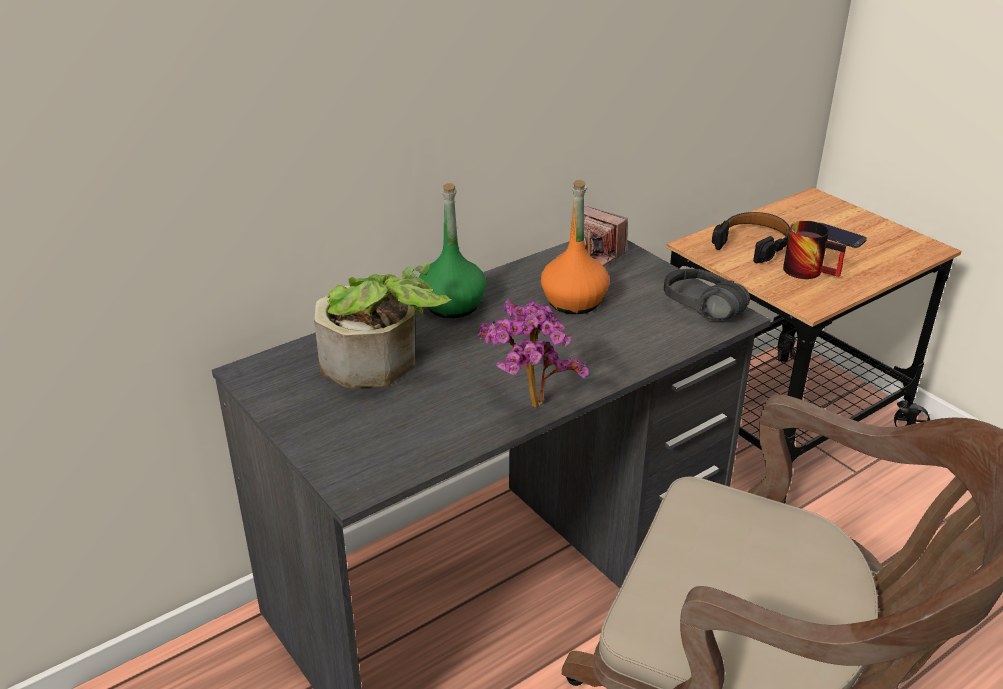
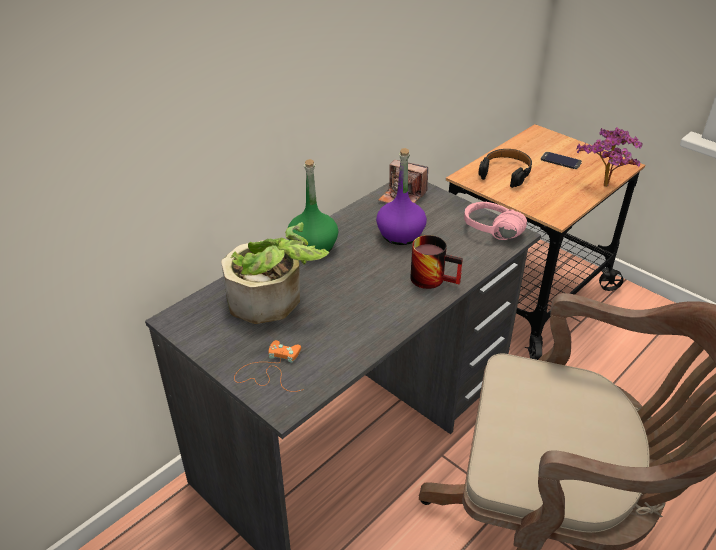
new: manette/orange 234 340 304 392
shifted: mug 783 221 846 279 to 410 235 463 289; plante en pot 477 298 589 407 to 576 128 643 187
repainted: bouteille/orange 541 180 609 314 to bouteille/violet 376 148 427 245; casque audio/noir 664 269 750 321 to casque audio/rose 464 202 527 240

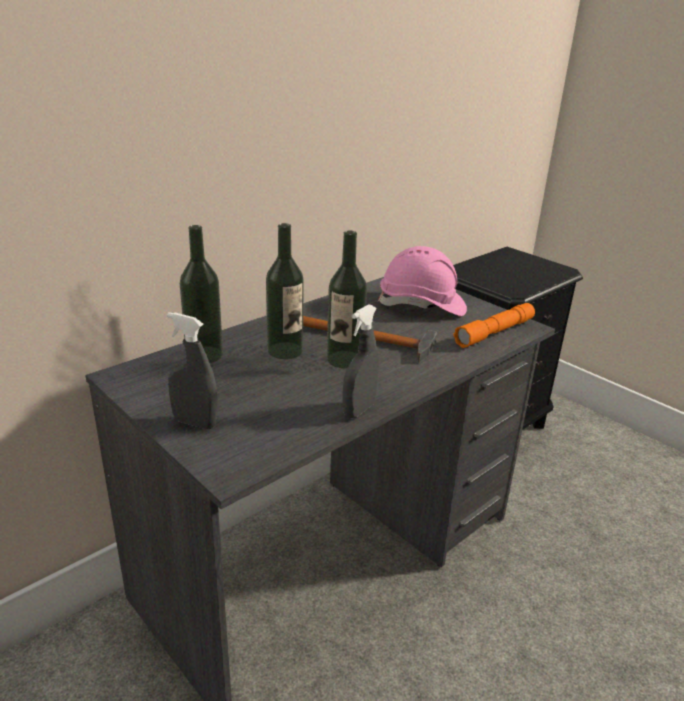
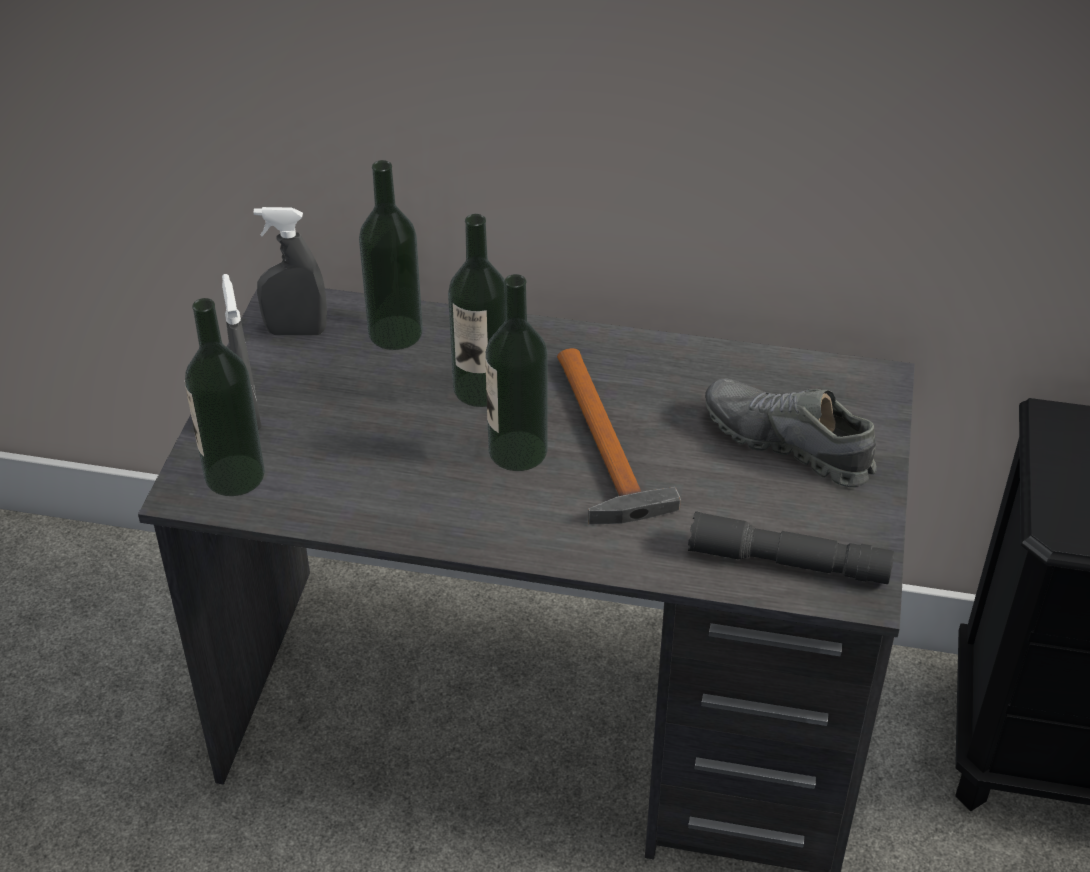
new: bouteille 185 298 265 496
shifted: vaporisateur/gris 343 304 379 418 to 254 207 327 336
swapped: casque de chantier/rose 378 246 467 316 to chaussure/gris 705 379 877 487
repainted: lampe de poche/orange 454 303 535 348 to lampe de poche/gris 688 511 894 584

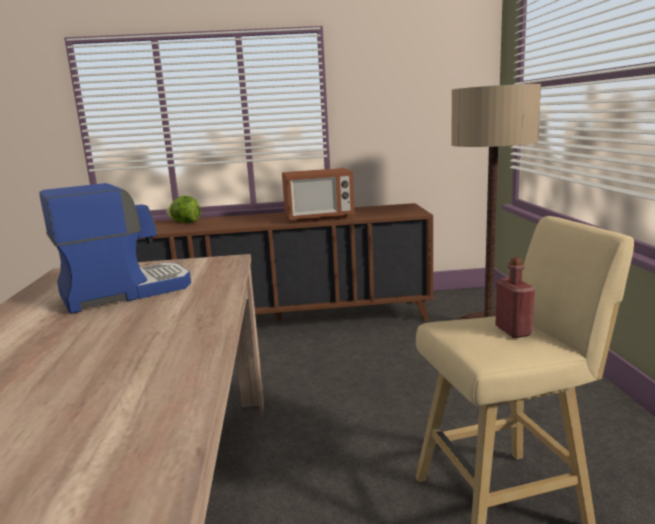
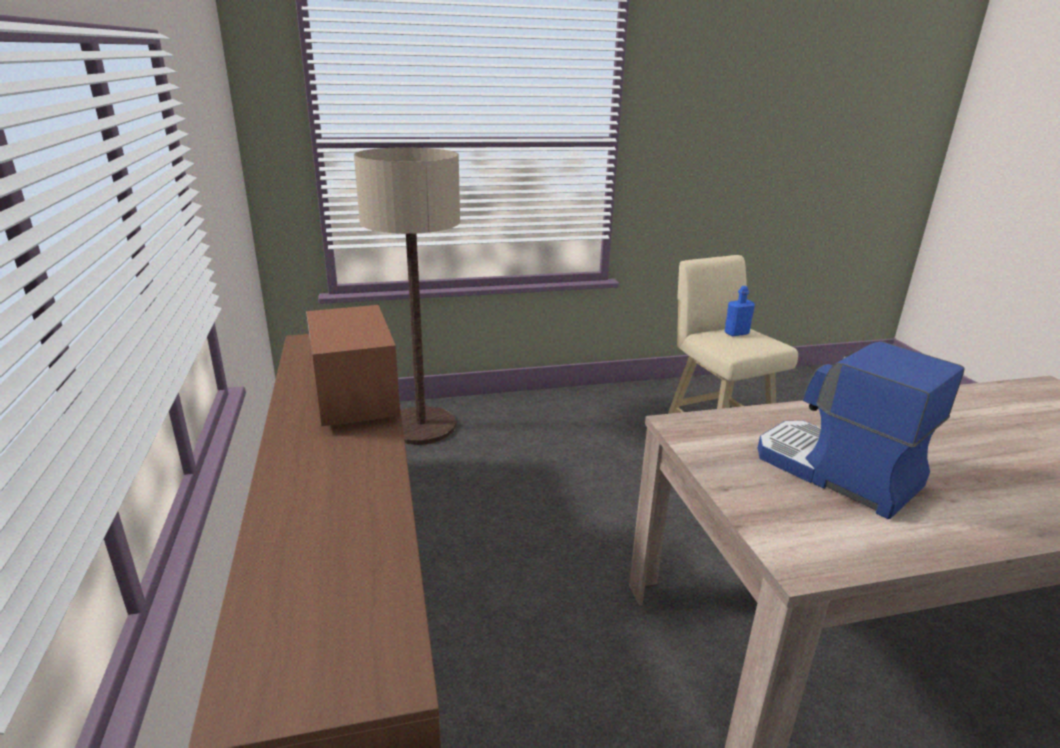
gone: laitue 167 196 201 223
repainted: bouteille/rouge 496 257 535 338 to bouteille/bleu 725 286 755 336

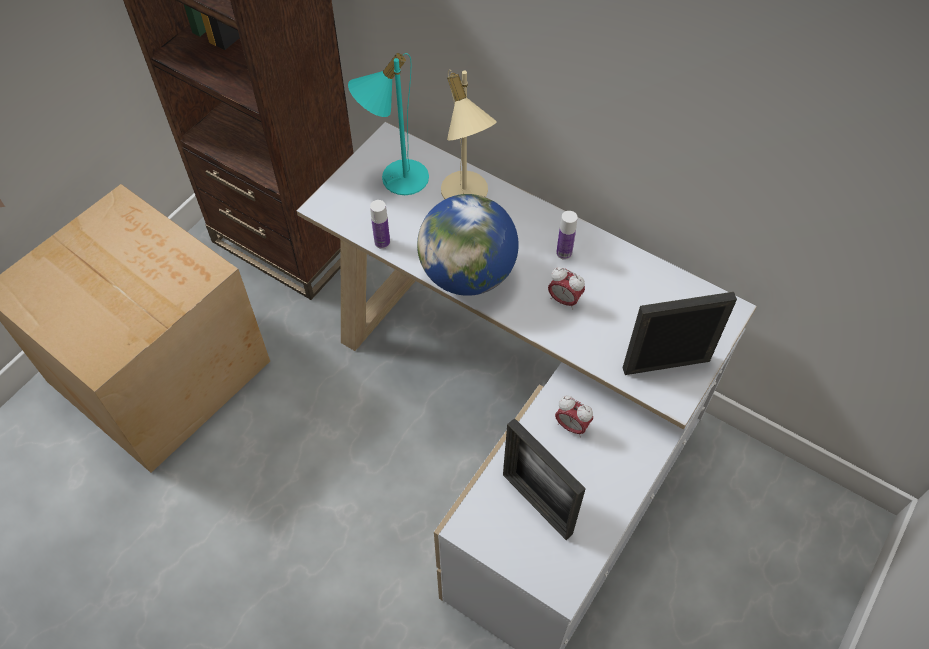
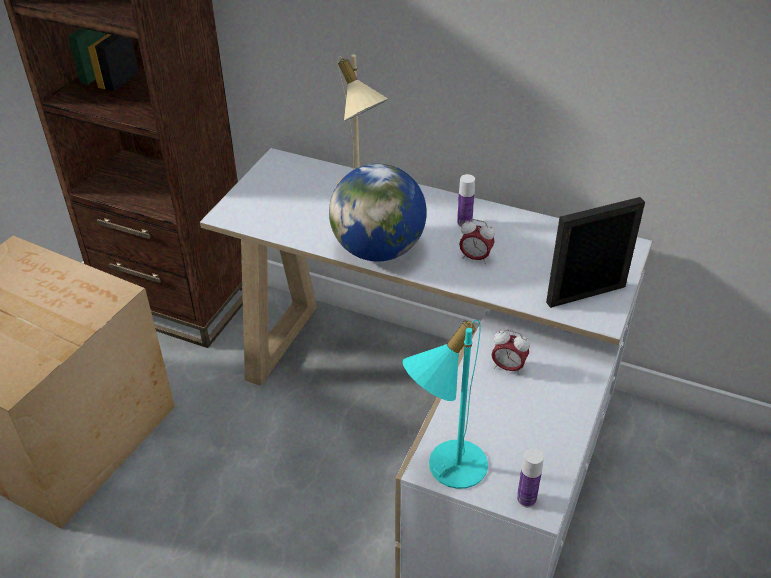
gone: cadre photo 503 418 586 540
shifted: lampe de table/turquoise 348 53 429 195 to 402 320 488 489; bouteille 370 200 390 249 to 517 448 544 507

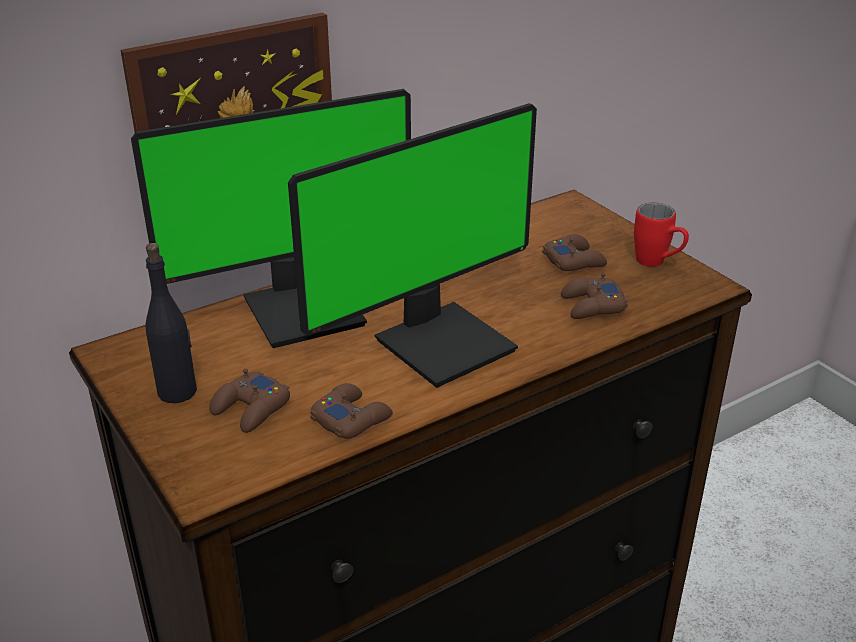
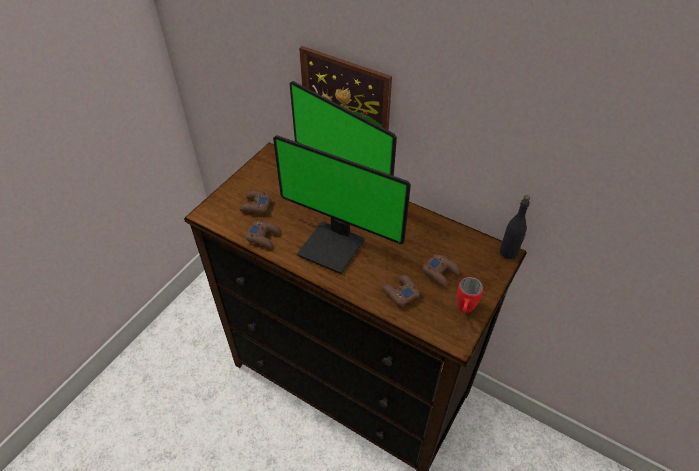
shifted: bouteille/noir 145 243 197 403 to 500 195 530 259

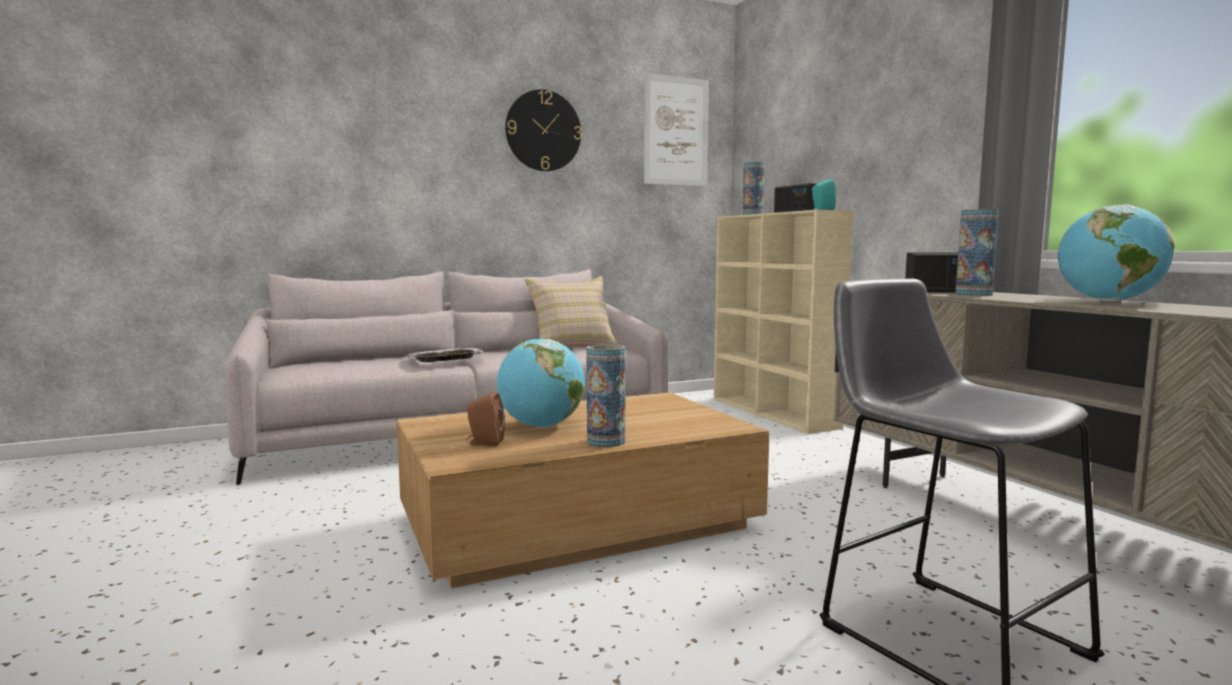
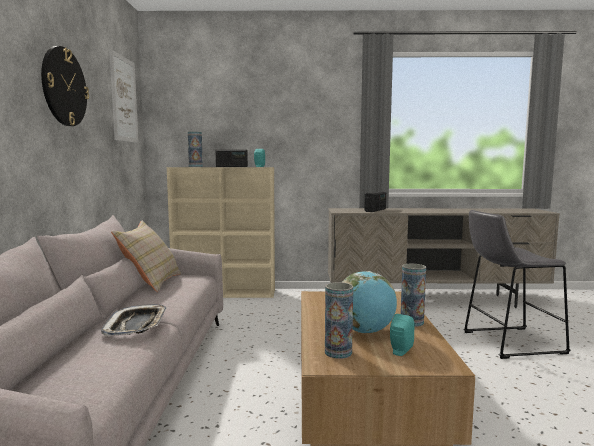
gone: globe 1058 204 1175 301
shifted: vase 955 209 999 296 to 325 282 353 359
repainted: enceinte/marron 466 391 505 446 to enceinte/turquoise 390 314 414 356

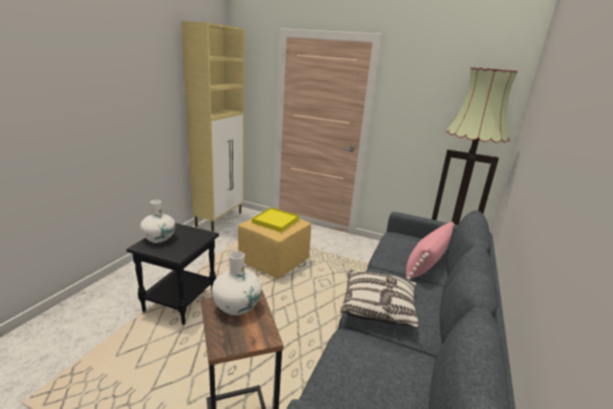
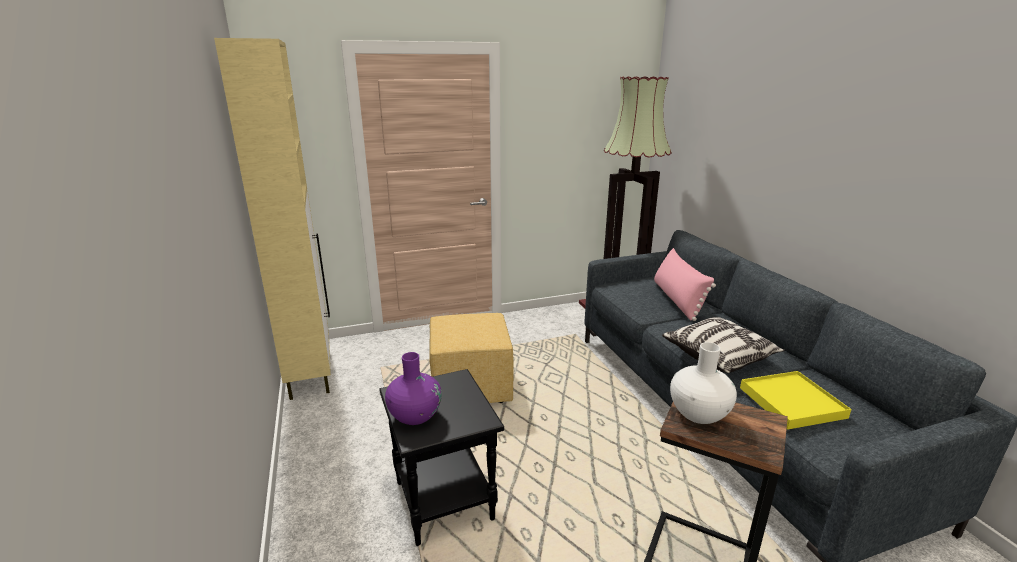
shifted: plateau/jaune 252 207 299 232 to 740 371 851 430
repainted: vase/blanc 140 200 176 243 to vase/violet 385 352 442 425

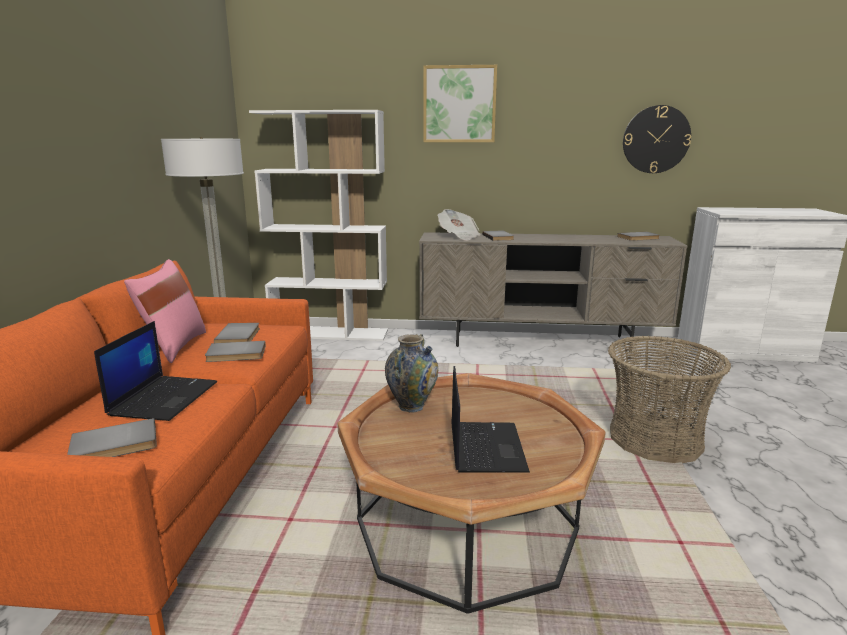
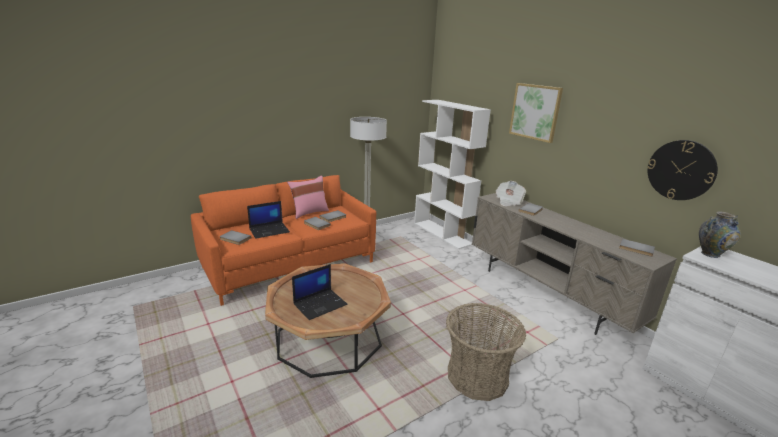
shifted: vase 385 334 438 413 to 699 211 740 258

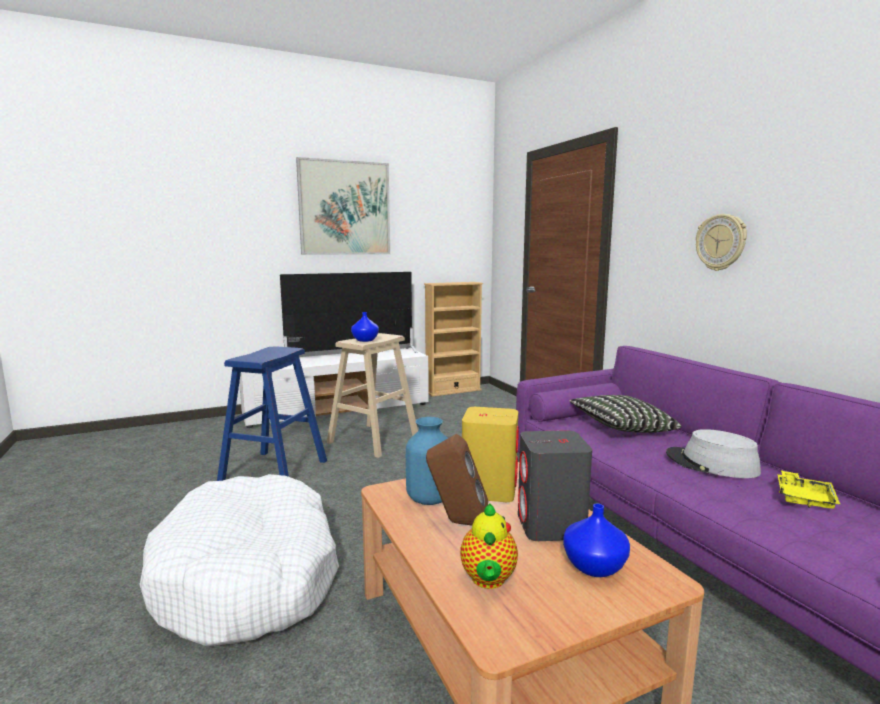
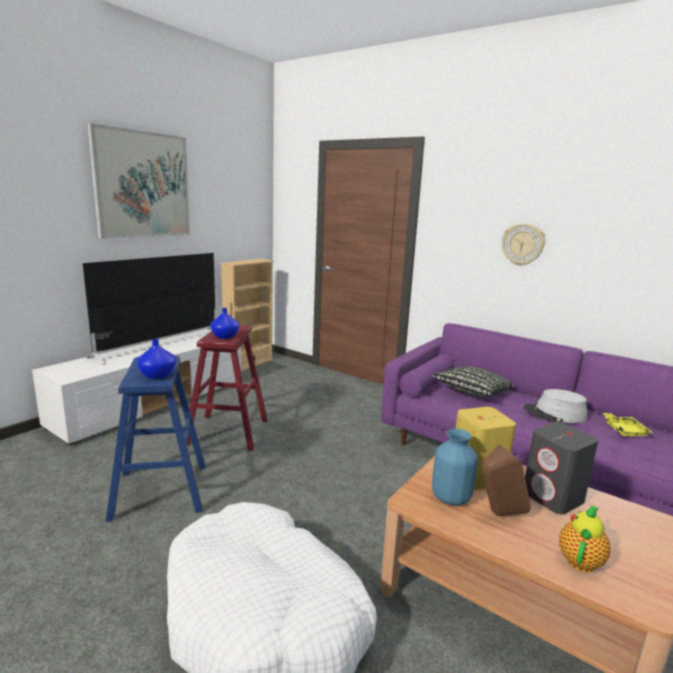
shifted: vase/bleu 563 503 630 577 to 137 339 176 379
repainted: tabouret/beige 327 333 418 458 to tabouret/rouge 187 325 268 451
rotated: théière 460 503 518 589 = 559 506 611 572 120 degrees counterclockwise

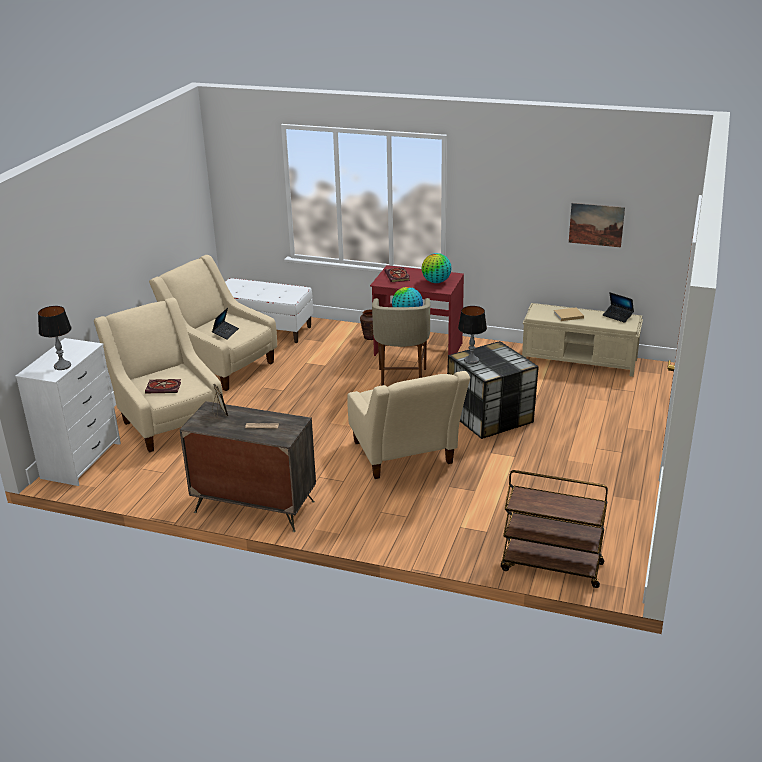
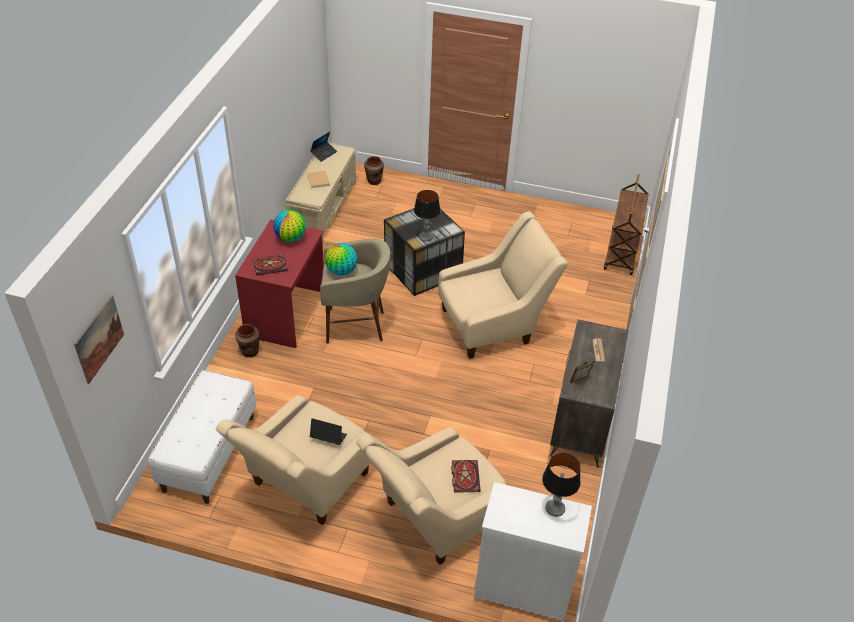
new: vase/marron 364 156 384 185
shifted: tableau 569 203 625 247 to 74 295 124 384

